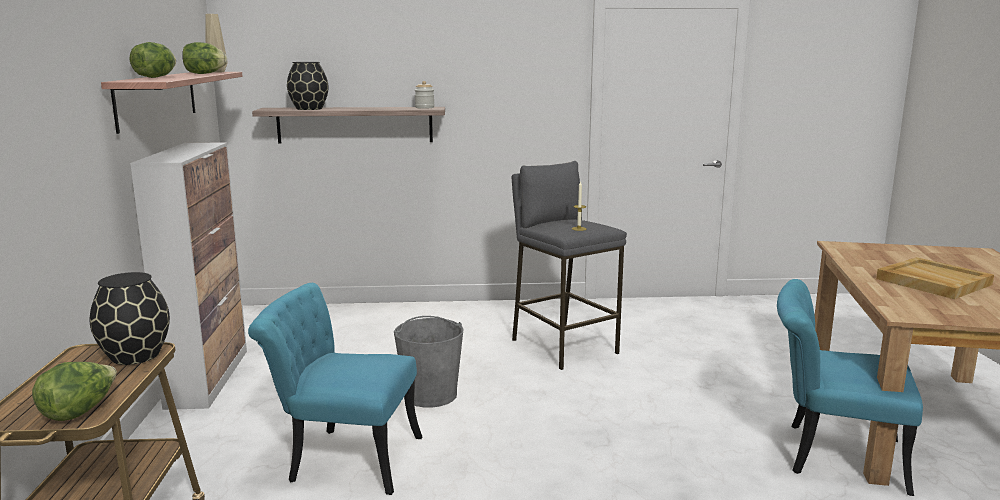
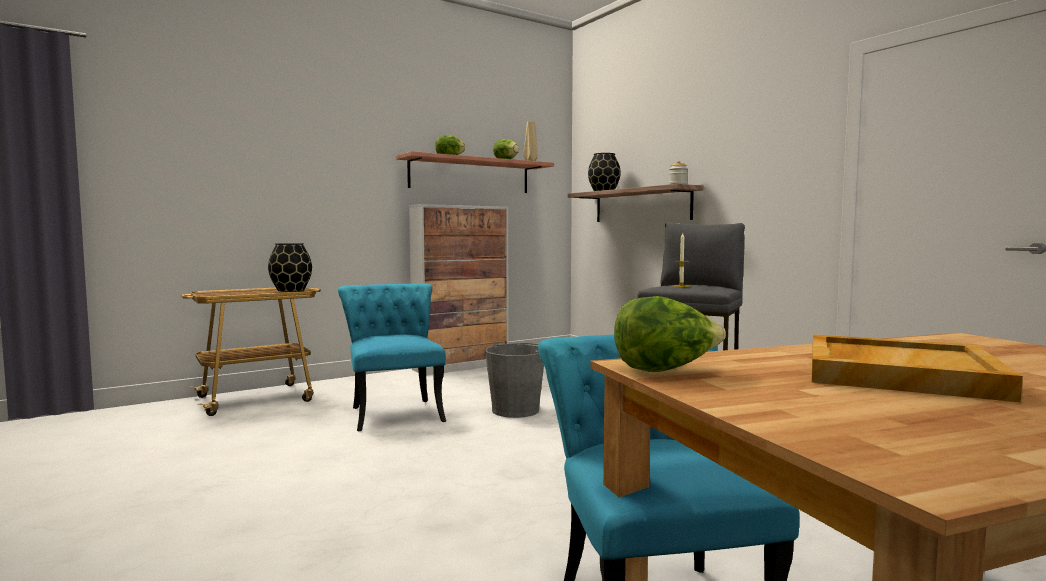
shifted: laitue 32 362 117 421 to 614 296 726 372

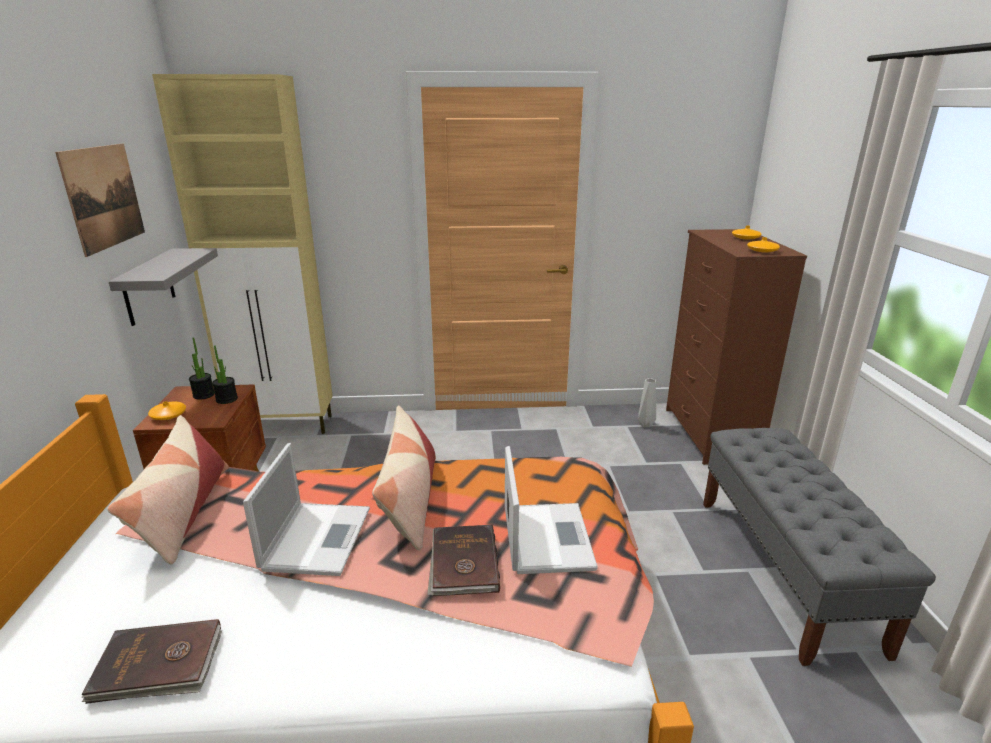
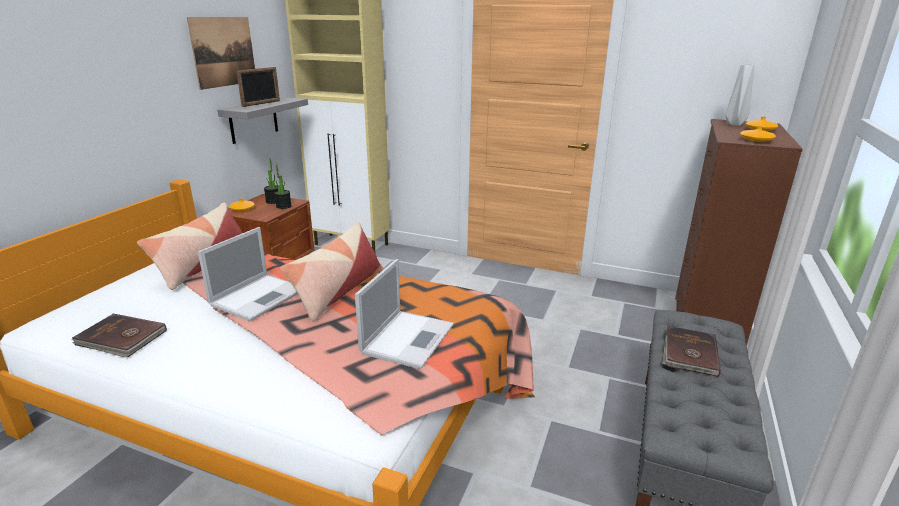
new: cadre photo 236 67 280 107
shifted: vase/gris 638 378 656 427 to 725 64 755 126; livre/marron 427 525 500 596 to 662 326 721 377

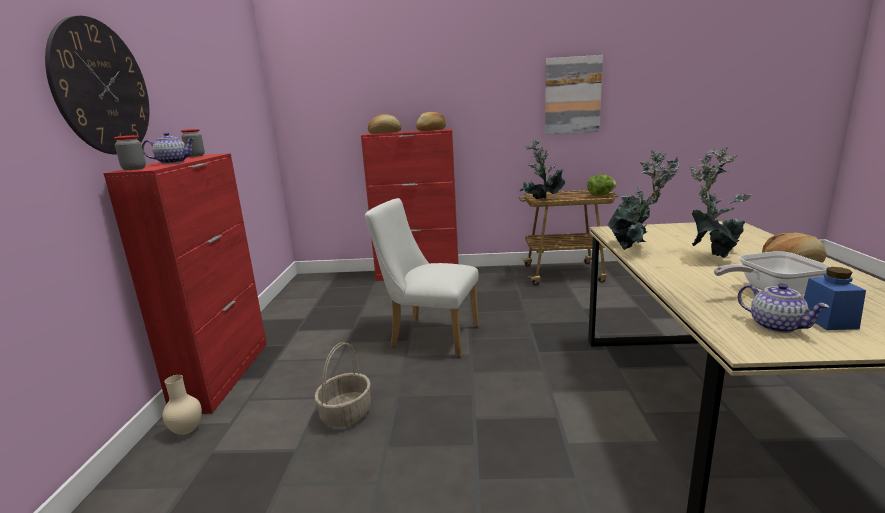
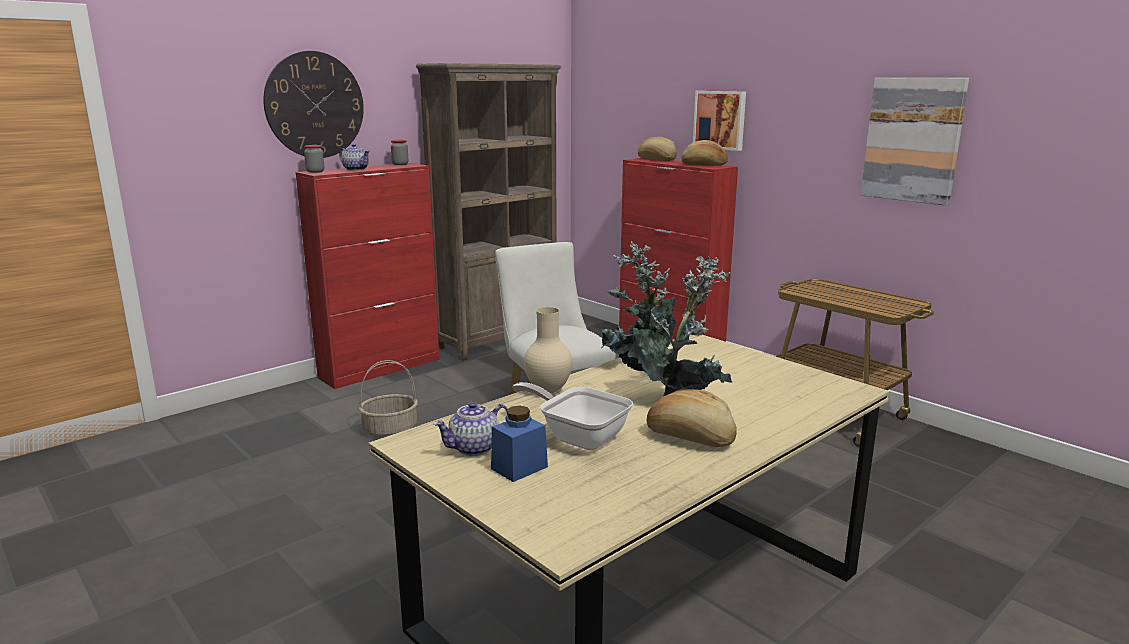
gone: plante en pot 520 139 565 199; laitue 587 174 616 196
new: bibliothèque/marron 416 63 561 361; tableau 693 91 746 151
shifted: vase/beige 162 375 202 435 to 524 307 572 393
rotated: théière 738 283 830 333 = 433 402 508 456 45 degrees clockwise

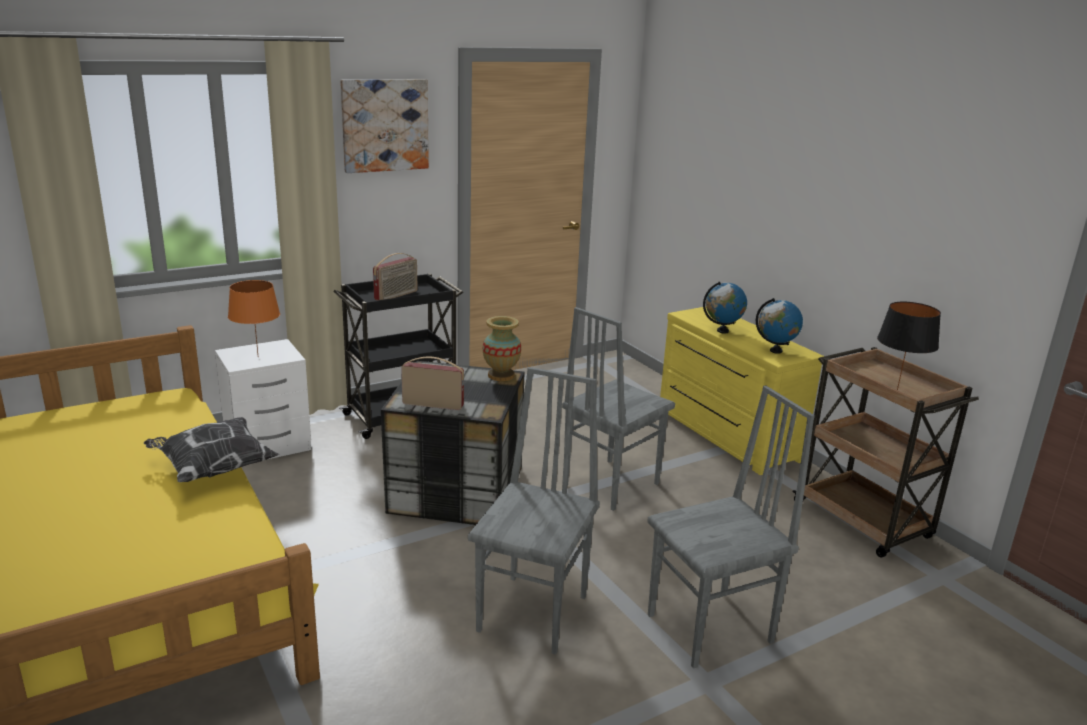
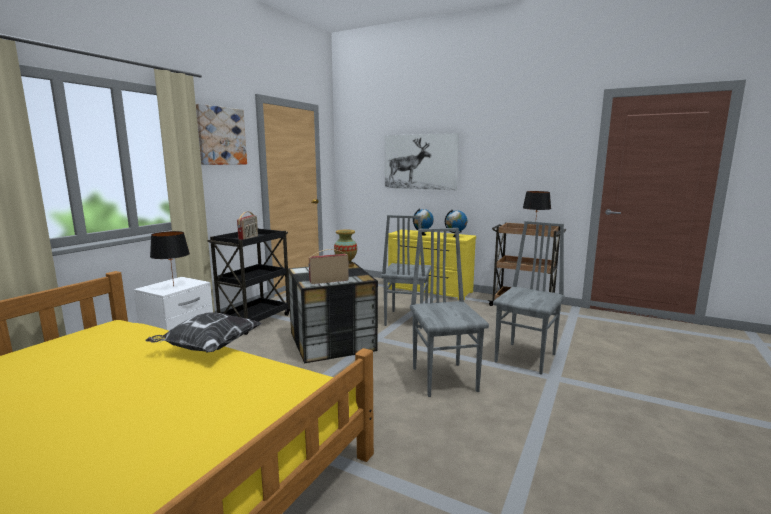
new: tableau 385 133 459 190
repainted: lampe de table/orange 228 280 280 354 to lampe de table/noir 150 231 190 286

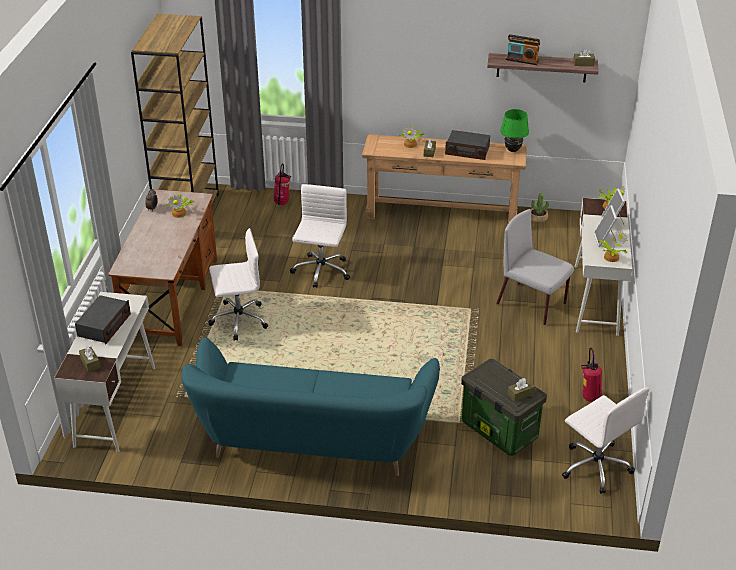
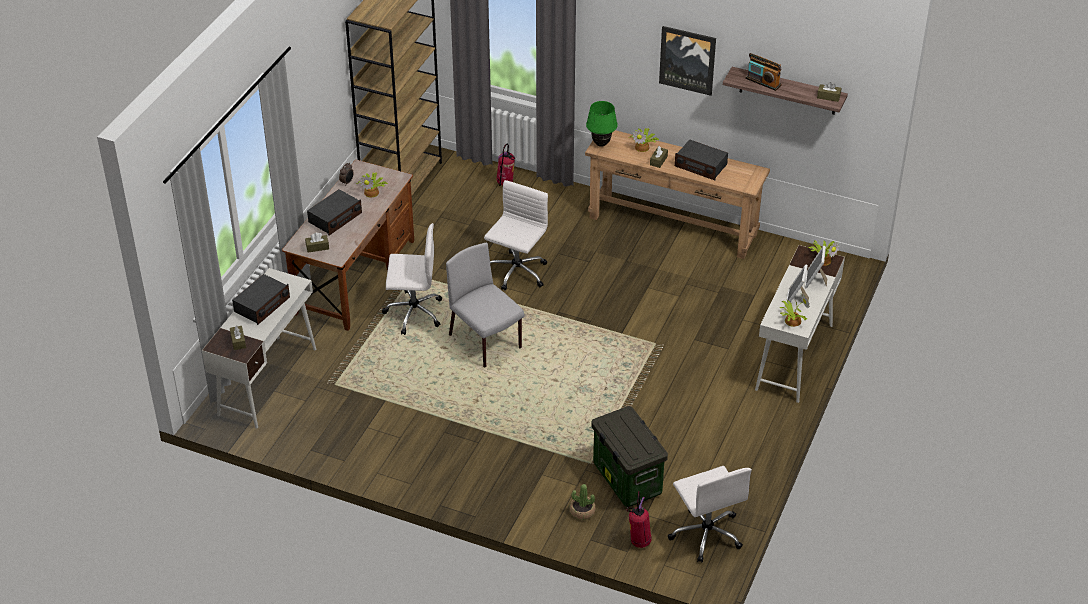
gone: canapé/turquoise 182 337 440 476
new: tableau 659 26 716 96; radio 307 189 362 235
shifted: lampe de table/vert 500 109 529 152 to 586 101 618 147; plante en pot 530 193 549 223 to 570 484 596 520; chaise/gris 496 209 574 325 to 446 243 524 368; extincteur 581 347 602 402 to 626 491 652 548; boîte à mouchoirs/marron 507 378 535 402 to 305 232 329 253

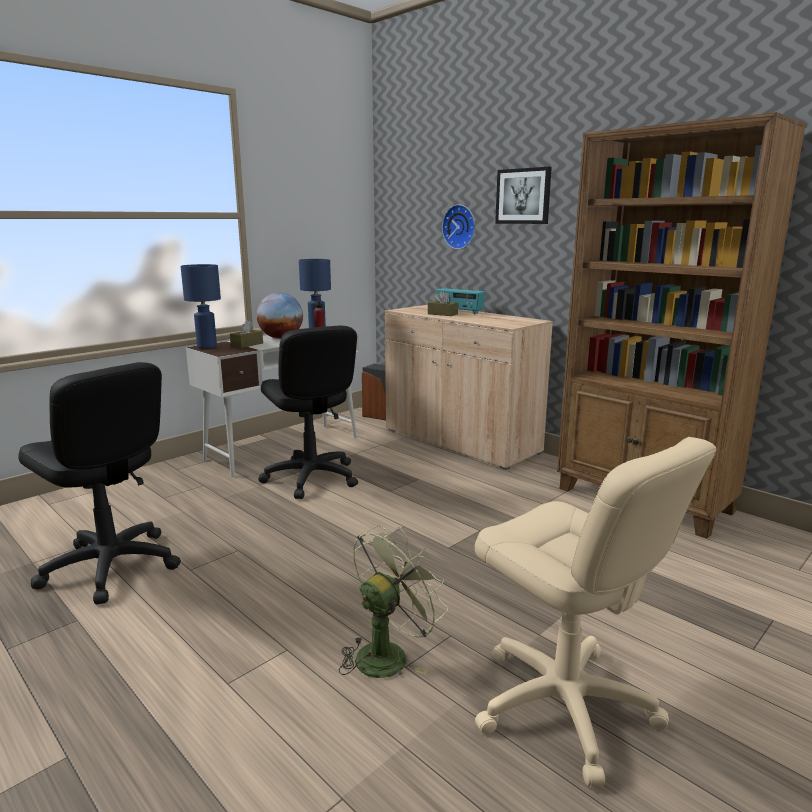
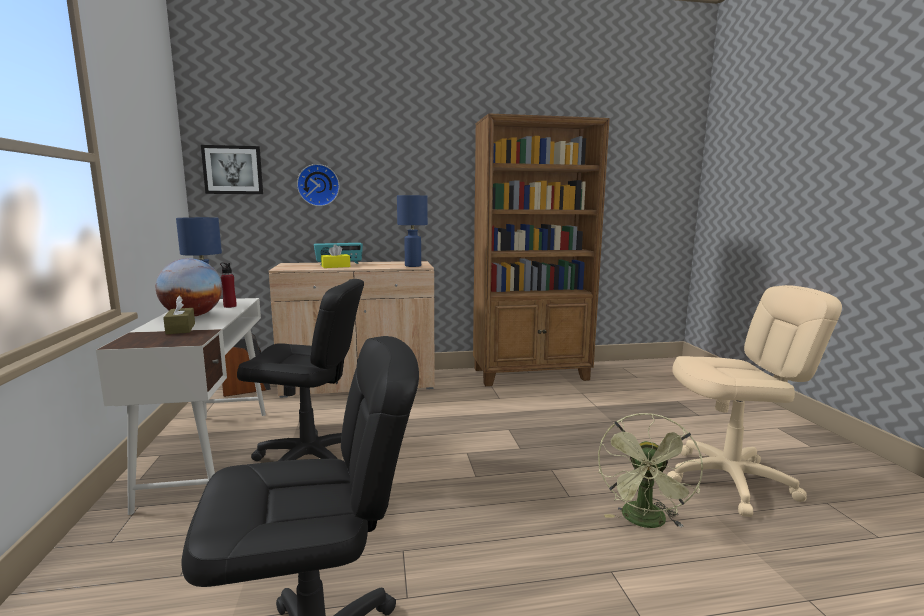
shifted: tableau 495 167 552 224 to 201 145 263 194; lampe de table/bleu 181 264 221 349 to 397 195 428 267
repainted: boîte à mouchoirs/marron 428 291 458 316 to boîte à mouchoirs/jaune 321 244 350 268
rotated: ventilateur/vert 339 525 448 678 = 598 413 703 528 150 degrees counterclockwise

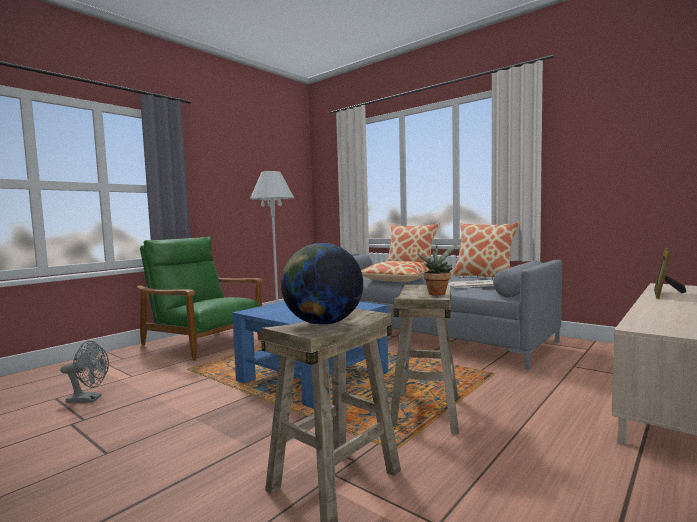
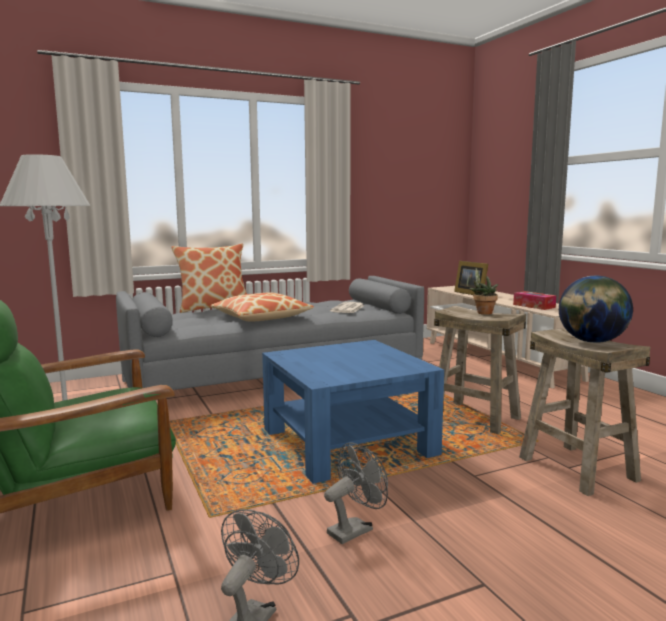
gone: coussin 451 222 520 277
new: boîte à mouchoirs 513 291 556 310; ventilateur/gris 324 442 388 544

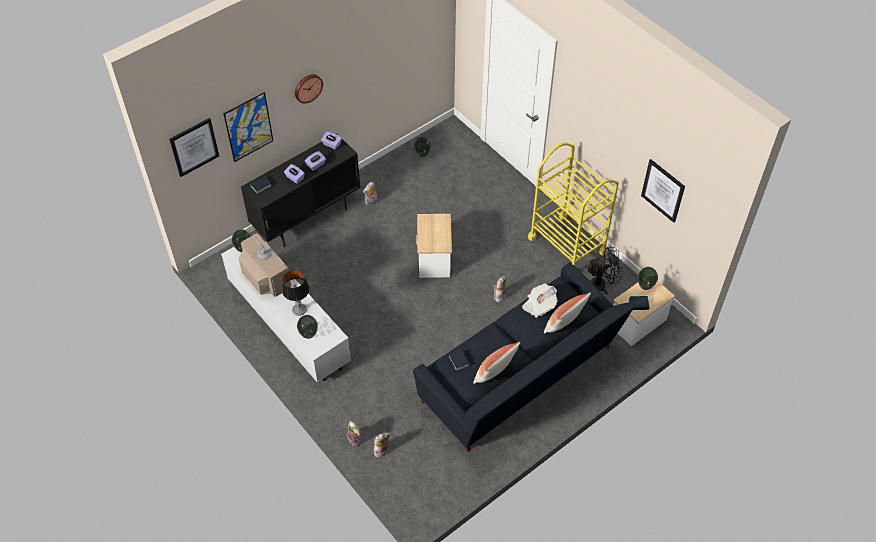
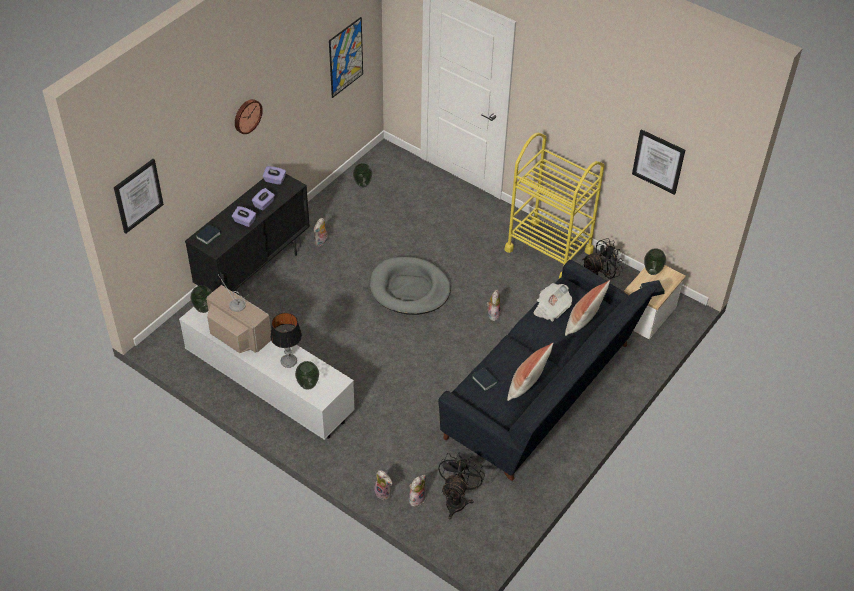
new: ventilateur/noir 438 452 485 520
shifted: tableau 223 92 273 162 to 329 17 363 98
swapped: table d'appoint 416 214 452 278 to panier pour chien/gris 370 257 451 315

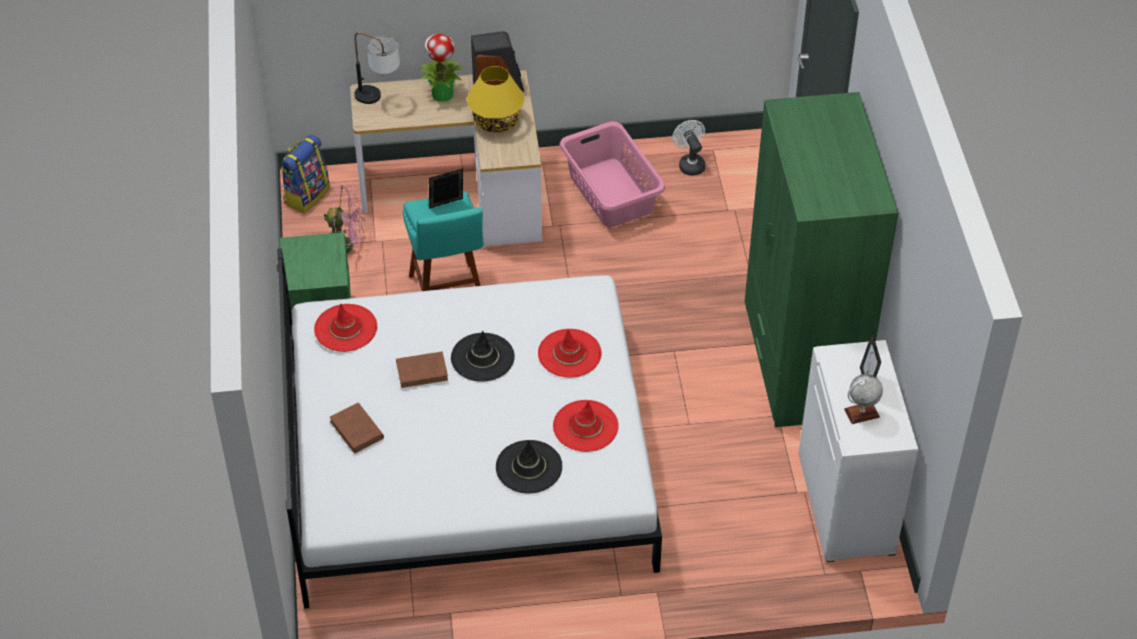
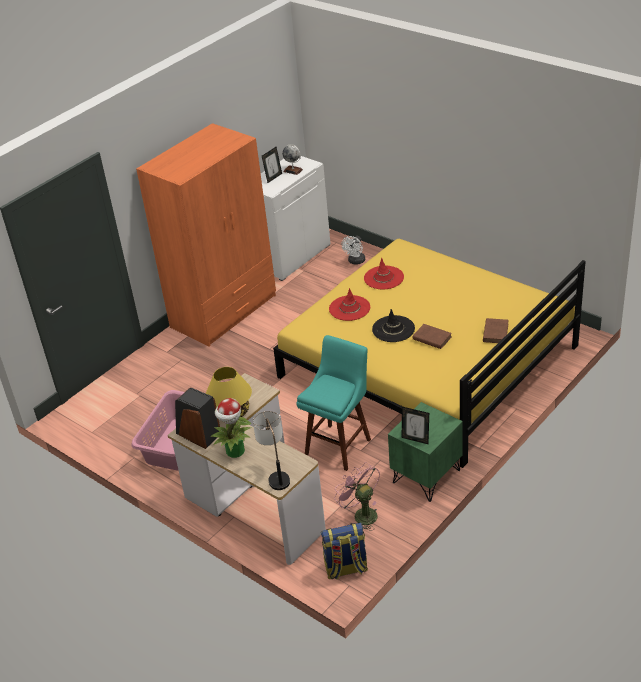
gone: chapeau/rouge 314 304 377 352; chapeau/noir 496 440 562 494
shifted: ventilateur/blanc 672 120 705 176 to 341 236 365 264; cadre photo 429 169 463 208 to 402 407 429 444
repainted: armoire/vert 745 92 898 427 to armoire/orange 136 123 276 346; lit/blanc 277 248 662 609 to lit/jaune 273 239 586 468

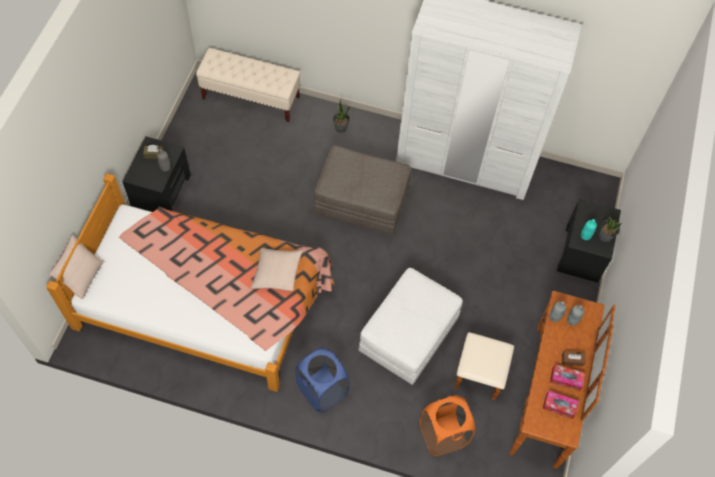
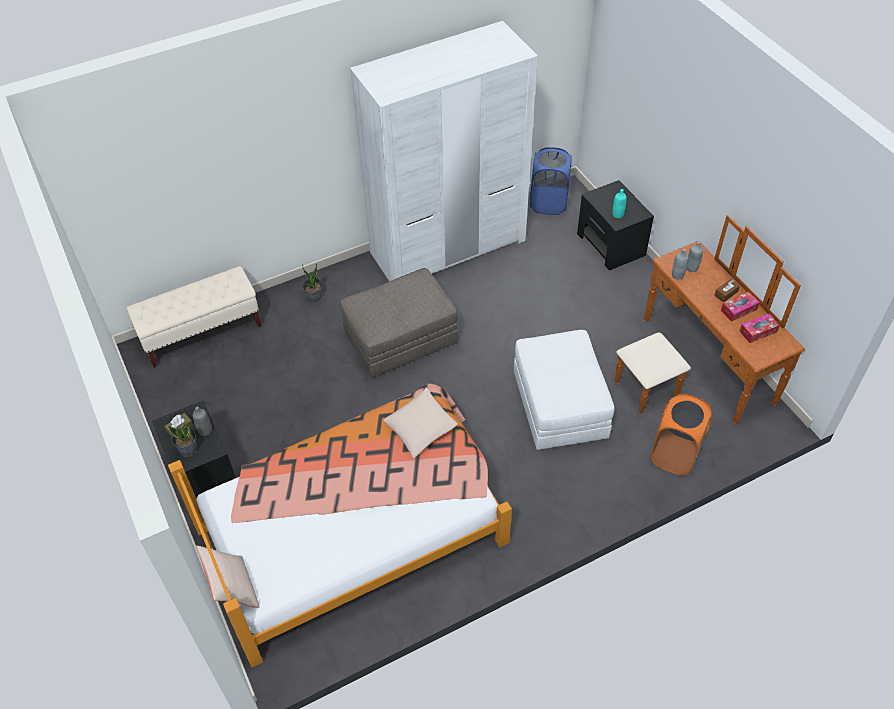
shifted: plante en pot 599 216 622 242 to 168 423 197 457; panier à linge/bleu 296 347 349 412 to 530 147 572 215

